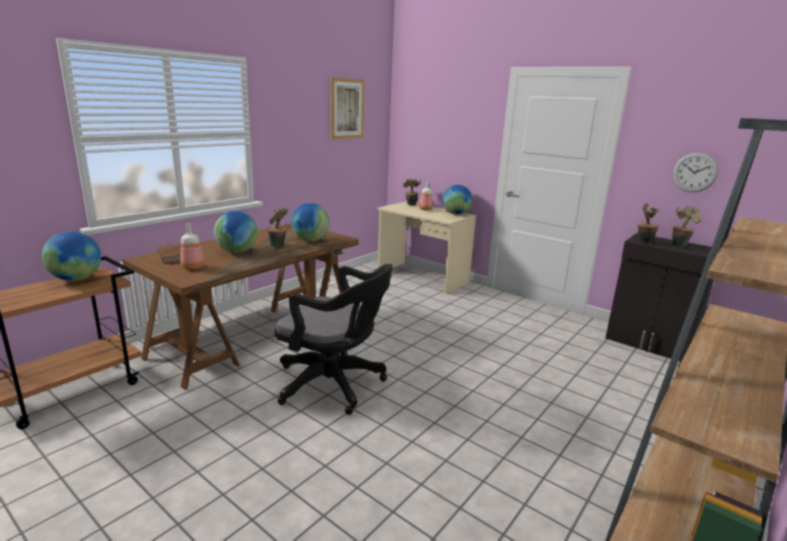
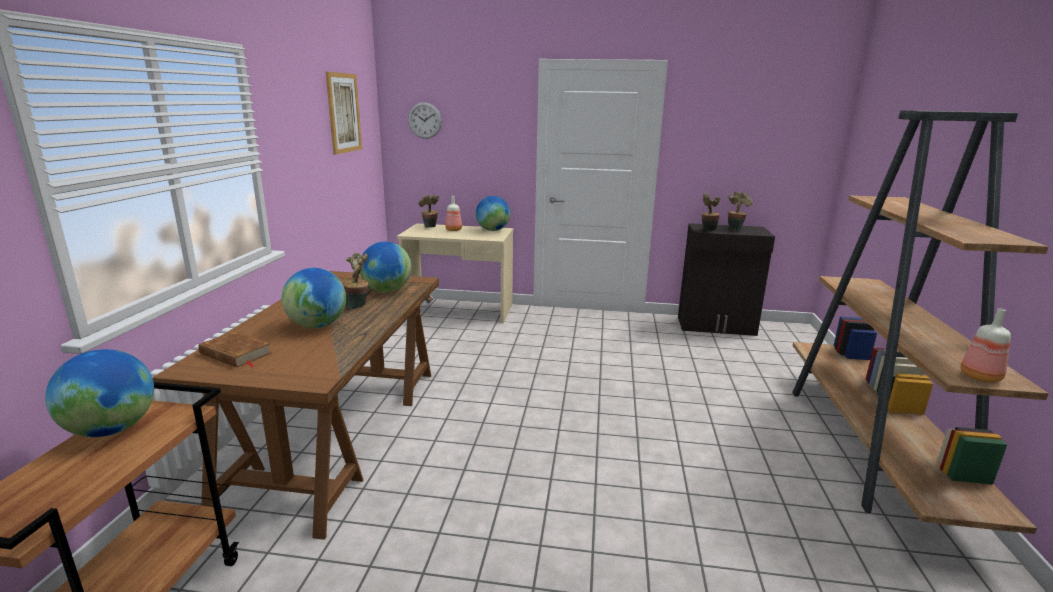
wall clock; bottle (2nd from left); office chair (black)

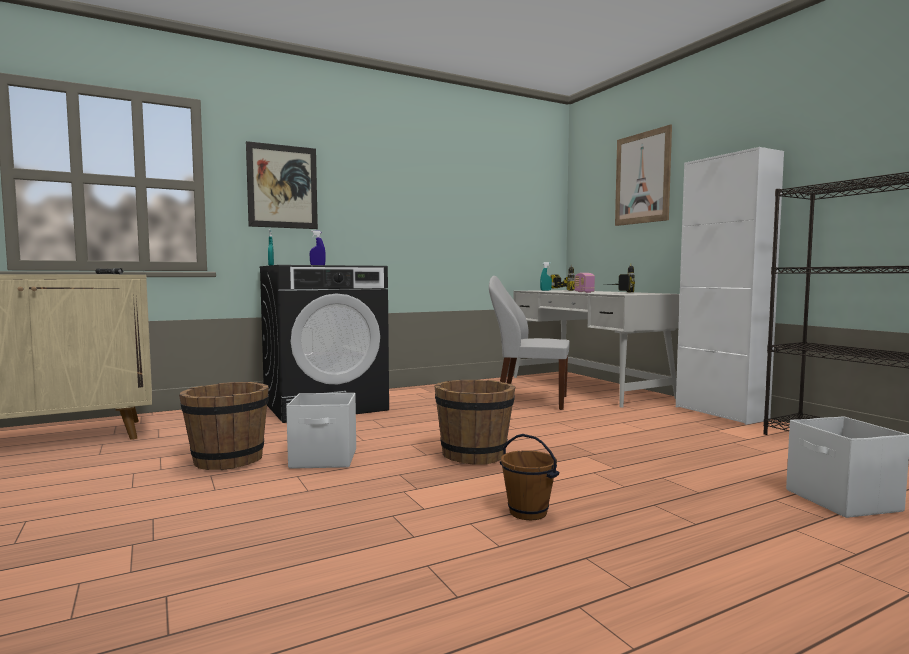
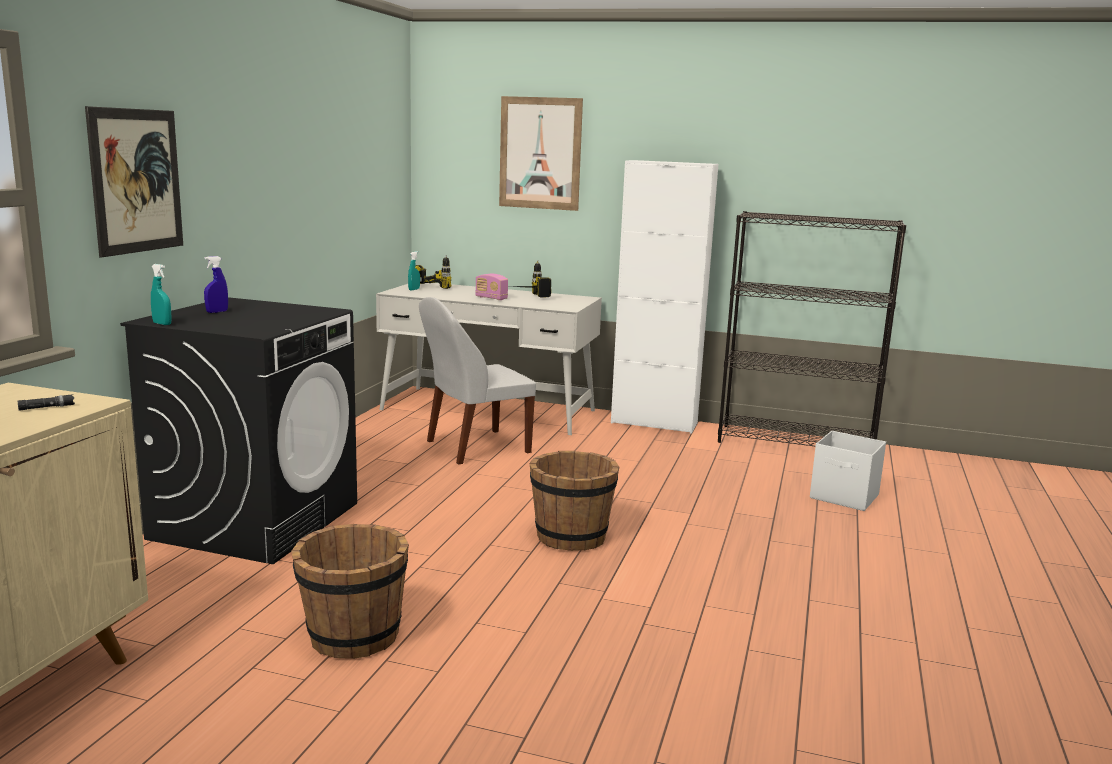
storage box (white) (1st from left in the first image); bucket (brown) (3rd from left in the first image)

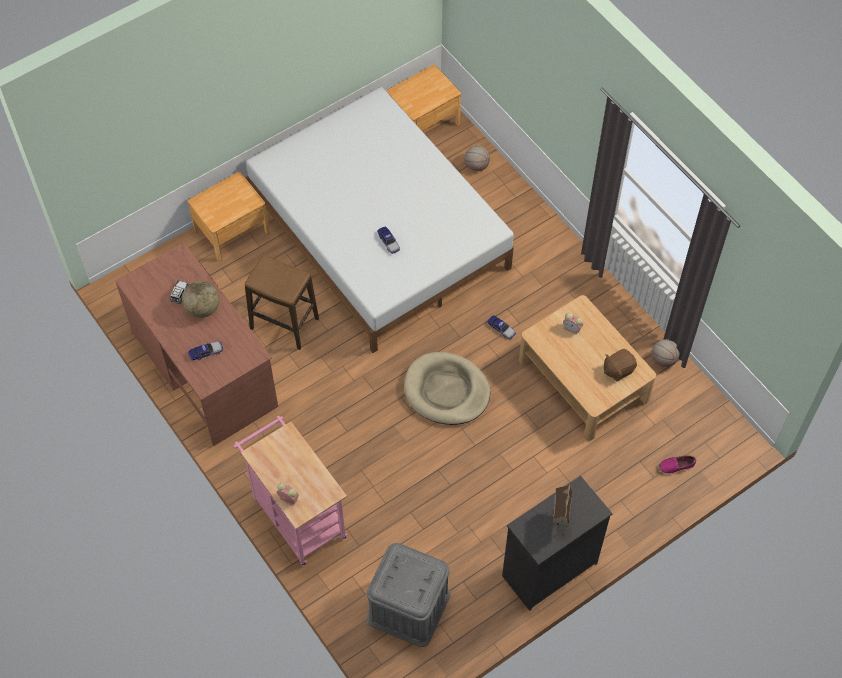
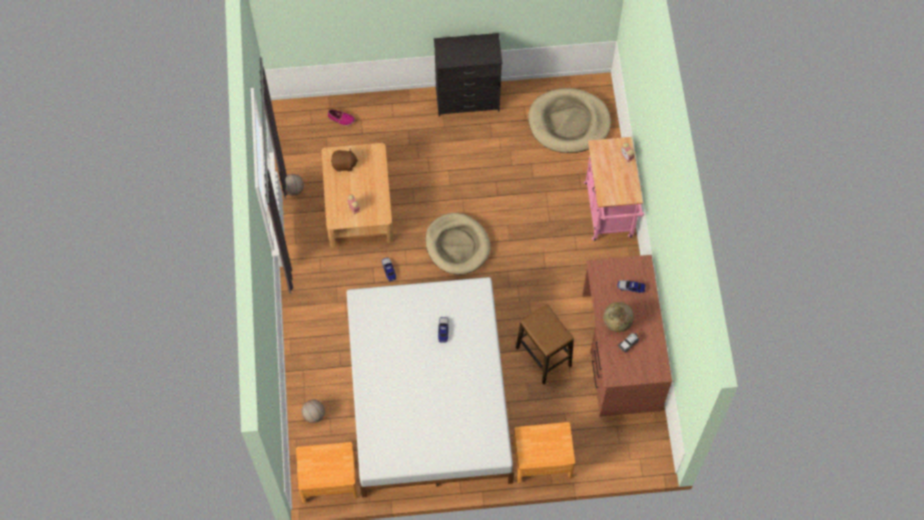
dog bed (beige) (2nd from left); toy house

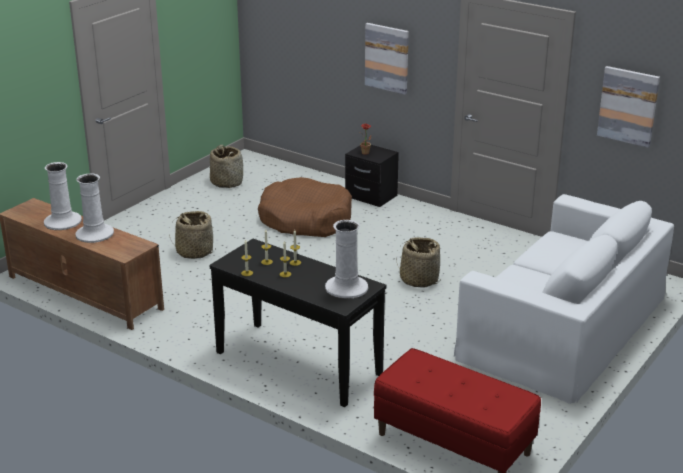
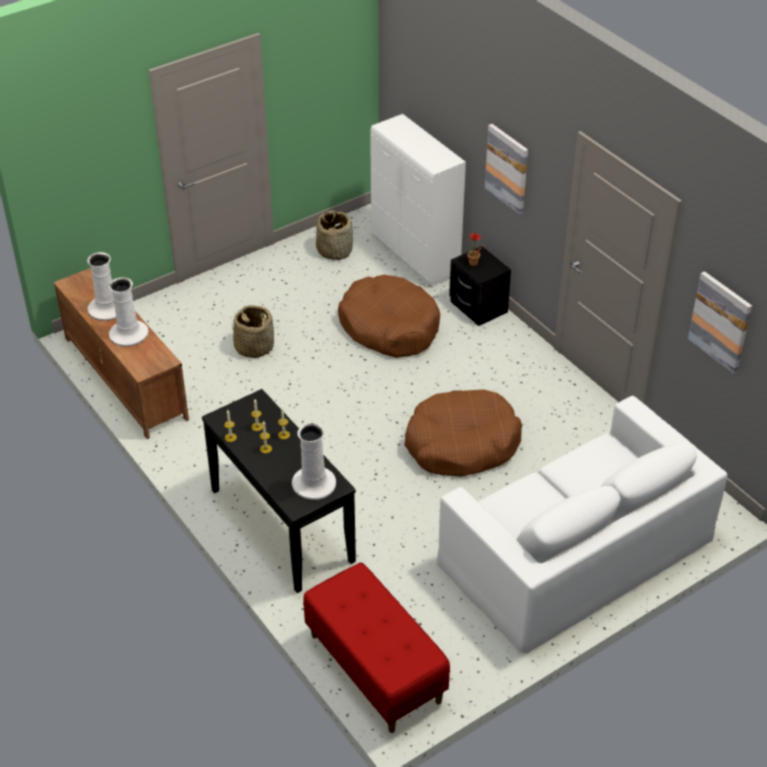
cabinet (white); dog bed (brown) (2nd from left)

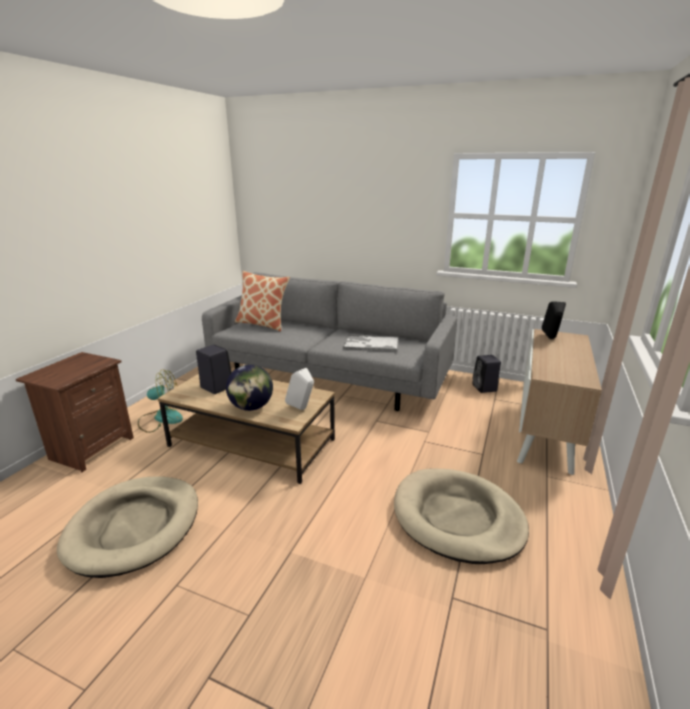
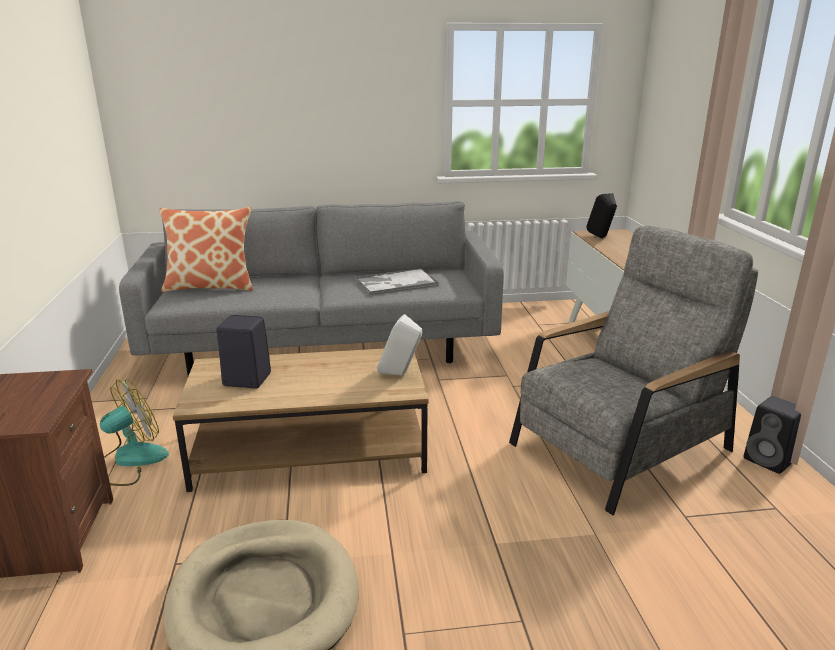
armchair (grey); speaker (black) (3rd from left); globe

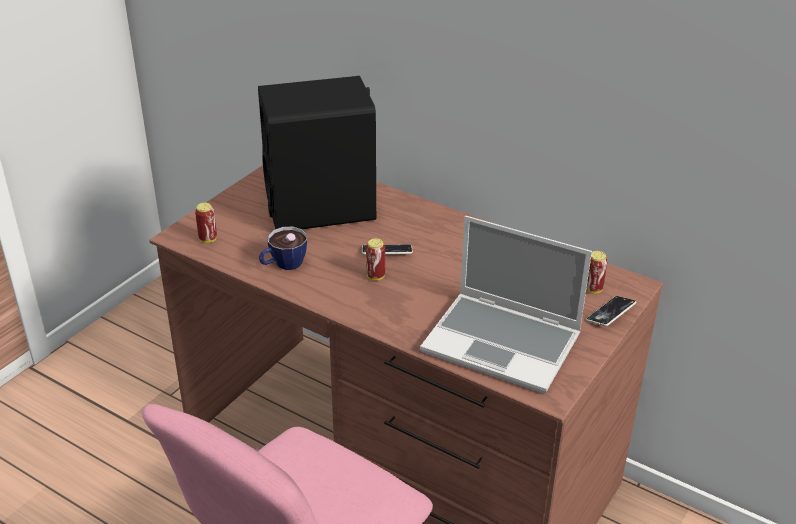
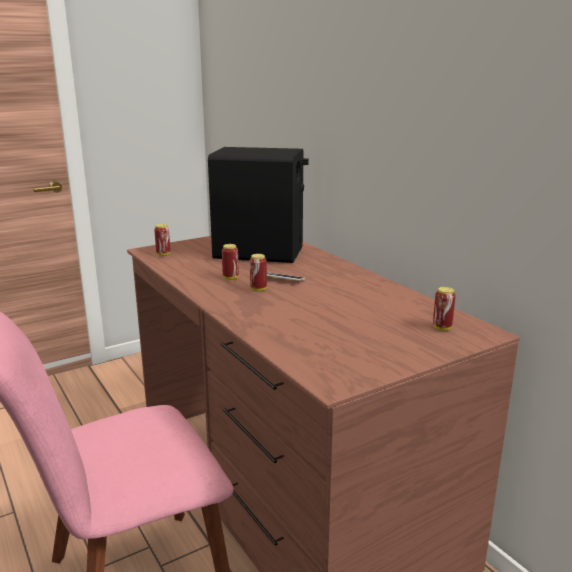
can (2nd from left); cup; laptop; phone (2nd from left in the first image)

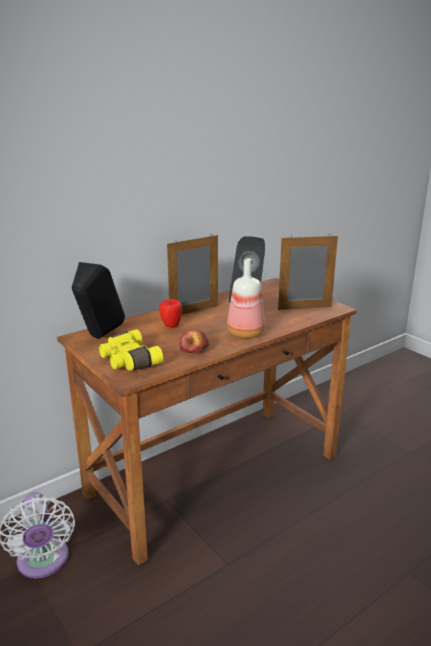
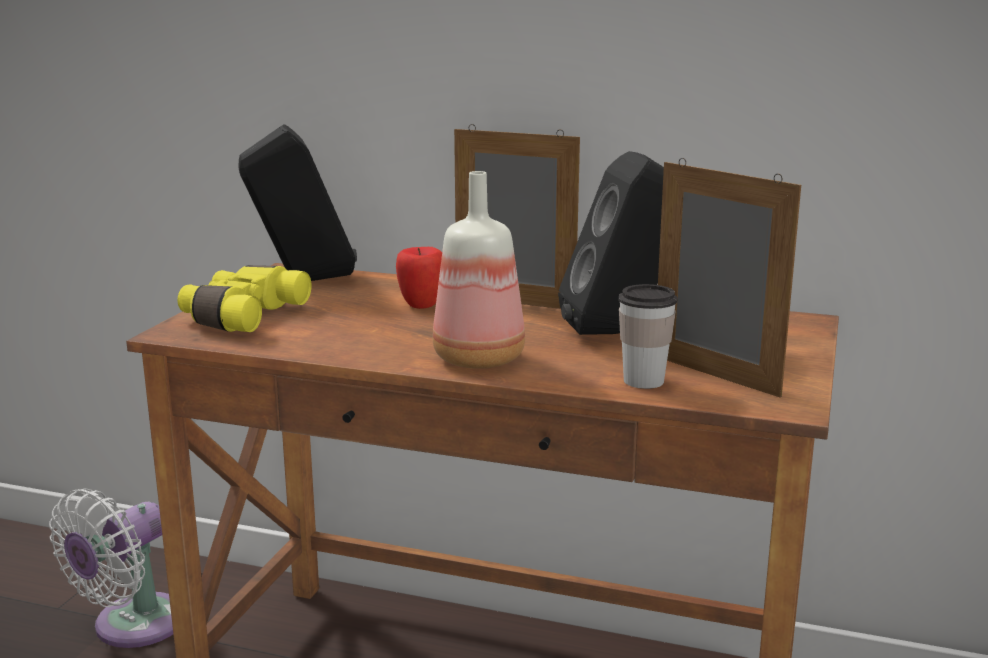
cup; apple (2nd from left in the first image)

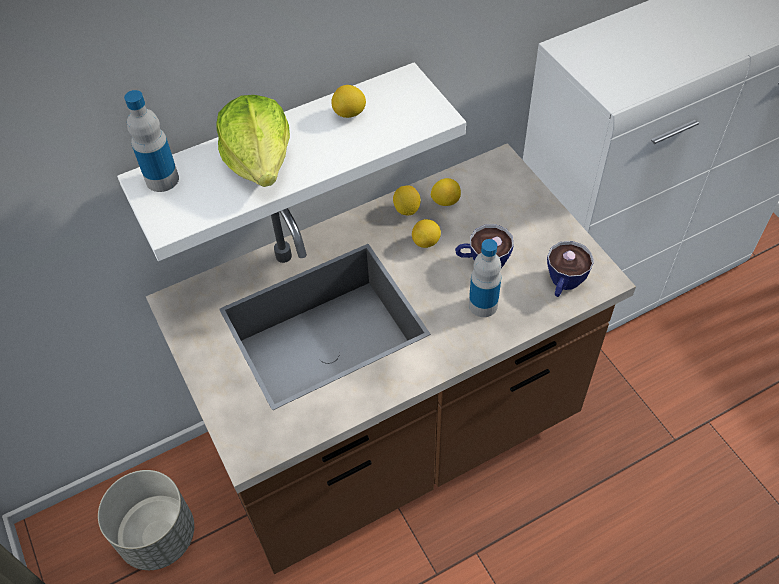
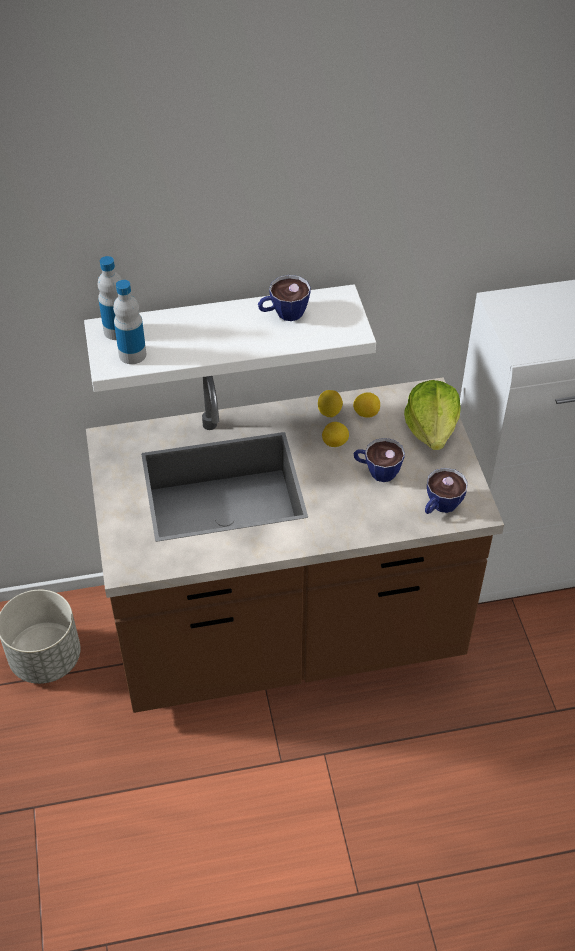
bottle (2nd from left); cup (1st from left); lettuce

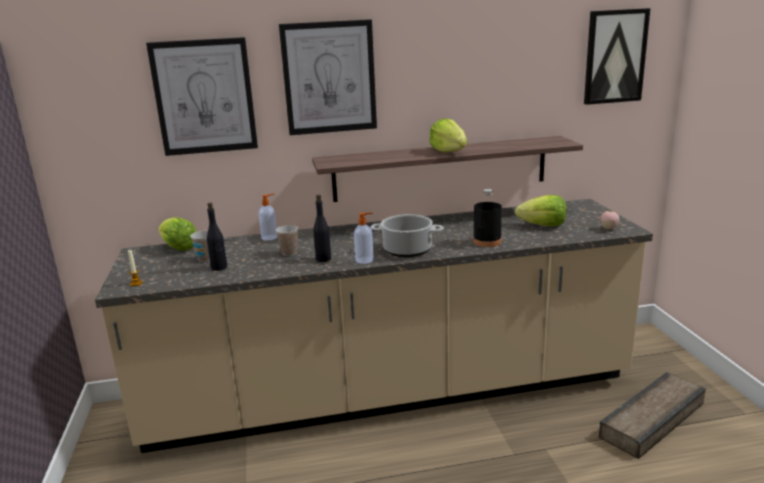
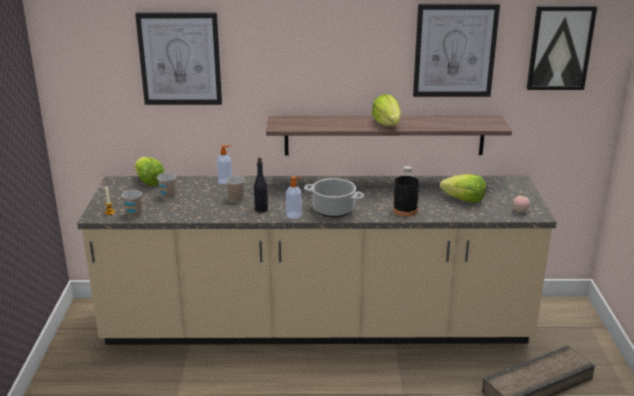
cup (1st from left); picture (2nd from left); bottle (black) (1st from left in the first image)

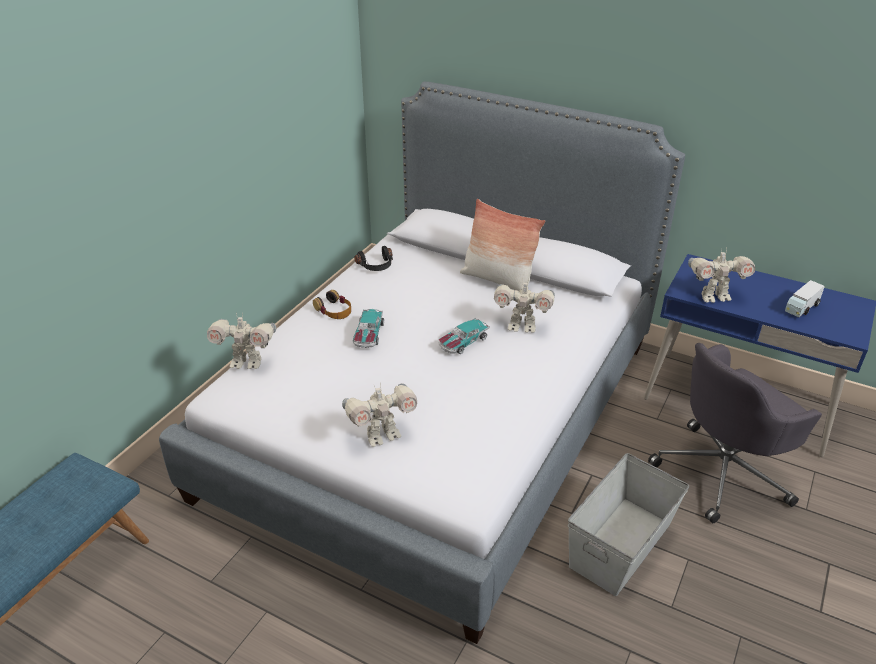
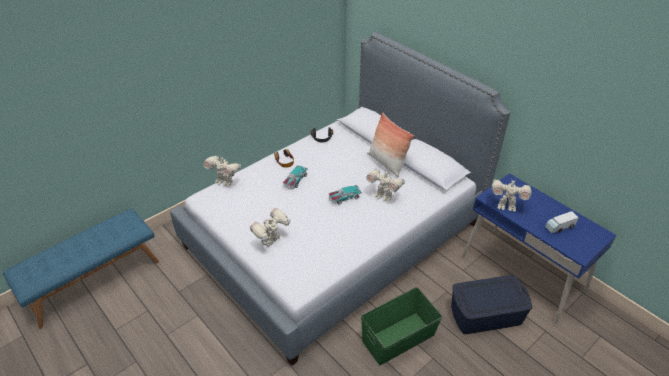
toy robot (2nd from left); storage box (green); storage box (blue)

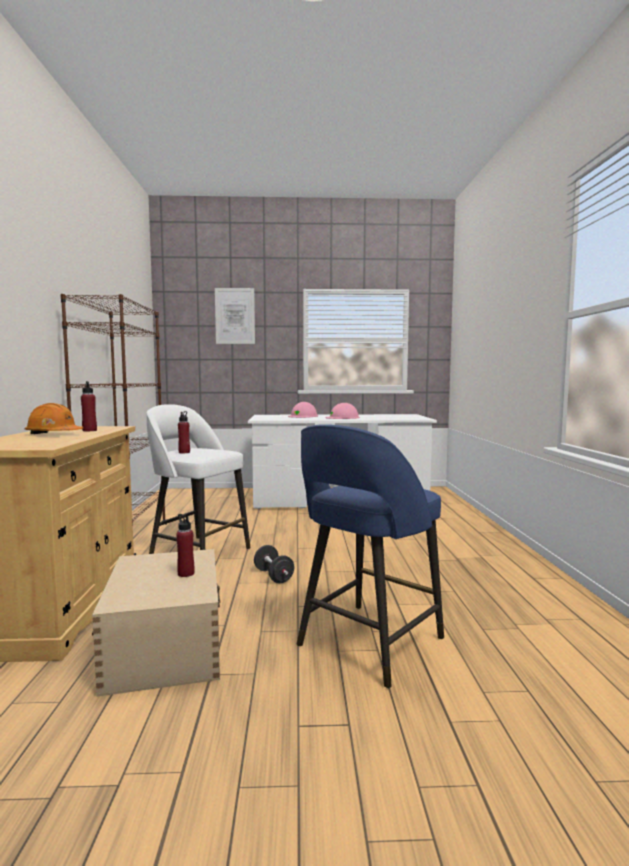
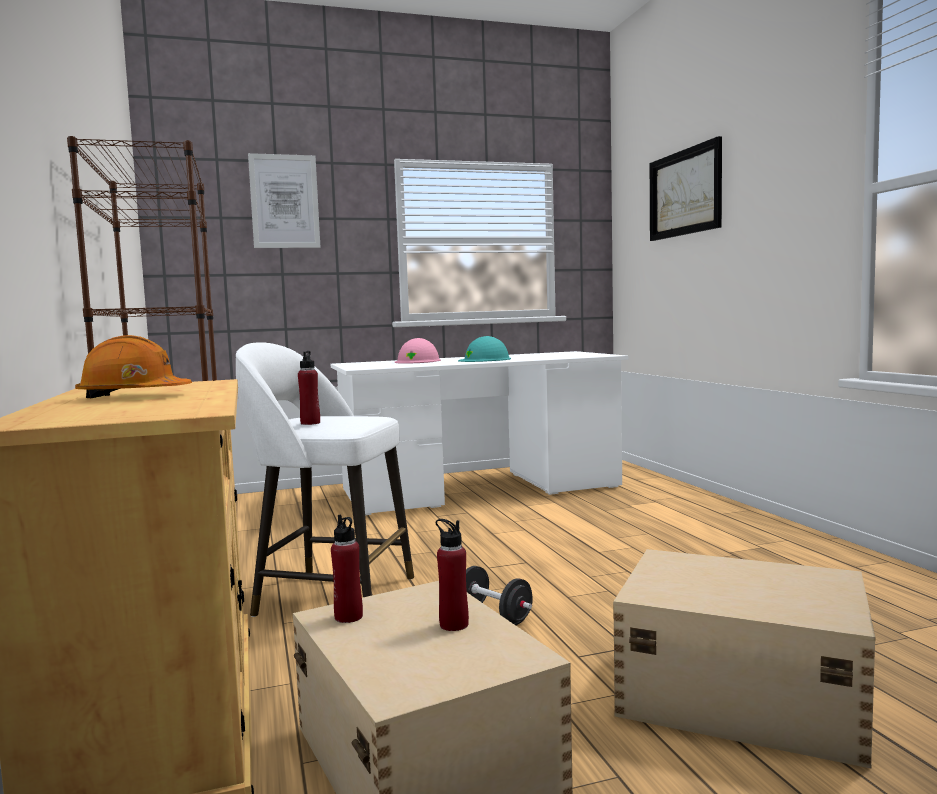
bottle (red) (2nd from left); hard hat (turquoise); storage box (beige) (2nd from left); picture (2nd from left)

